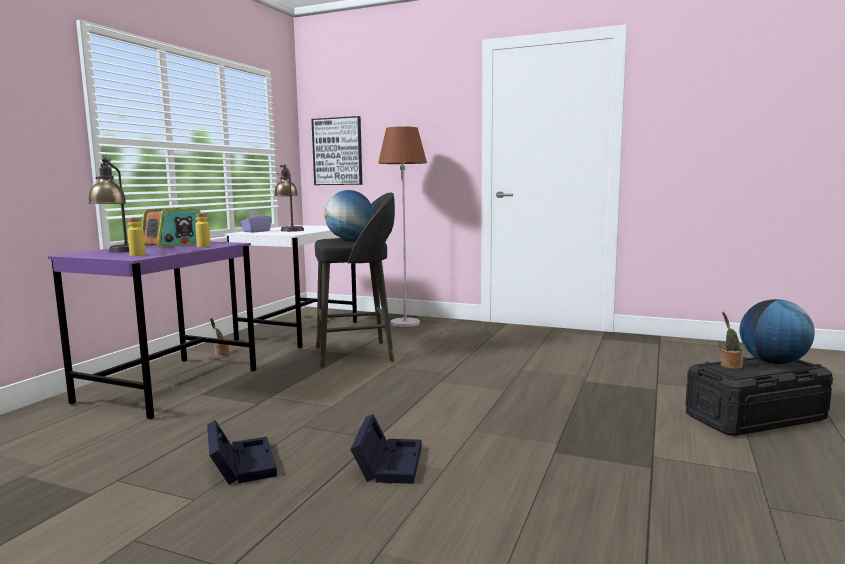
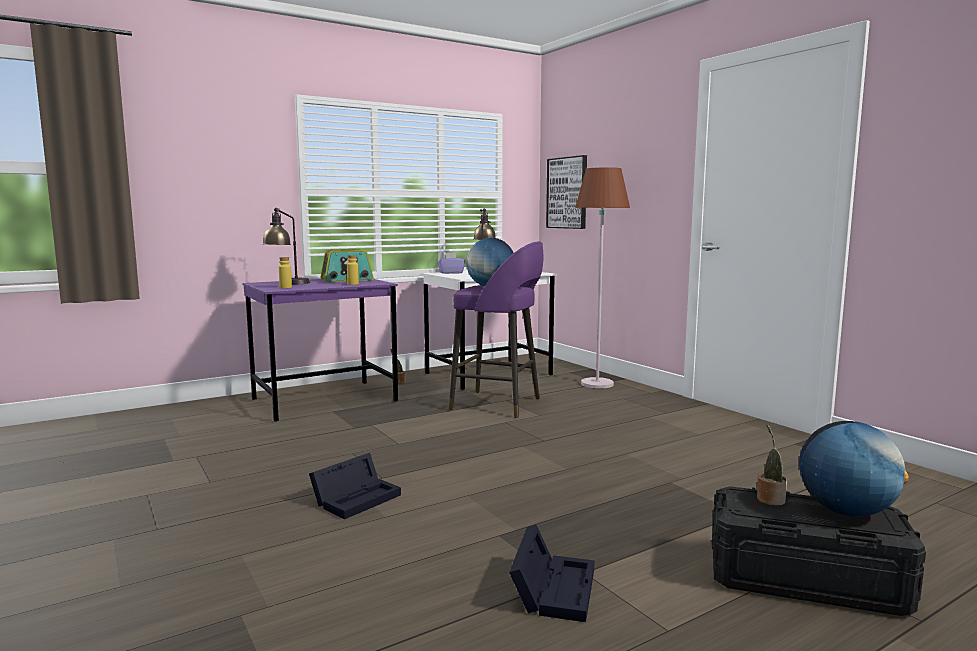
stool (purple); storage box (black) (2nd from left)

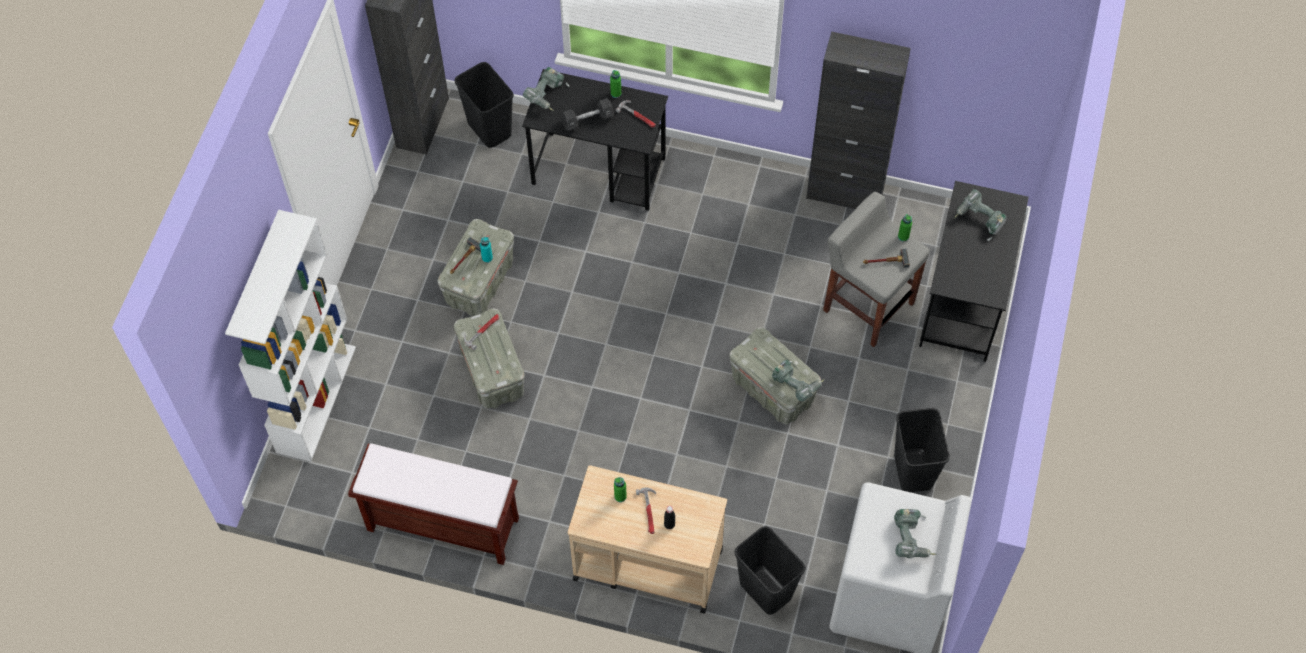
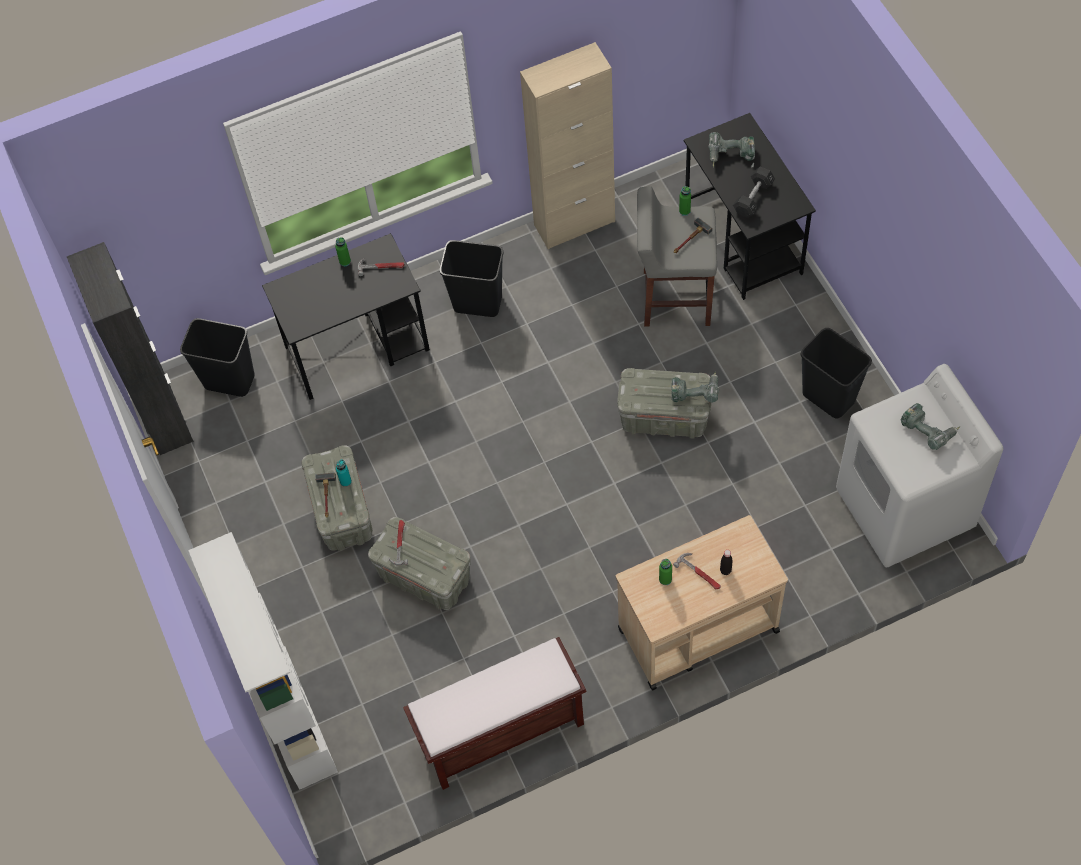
trash can (black) (2nd from left); cabinet (beige); dumbbell (black); power drill (1st from left in the first image)

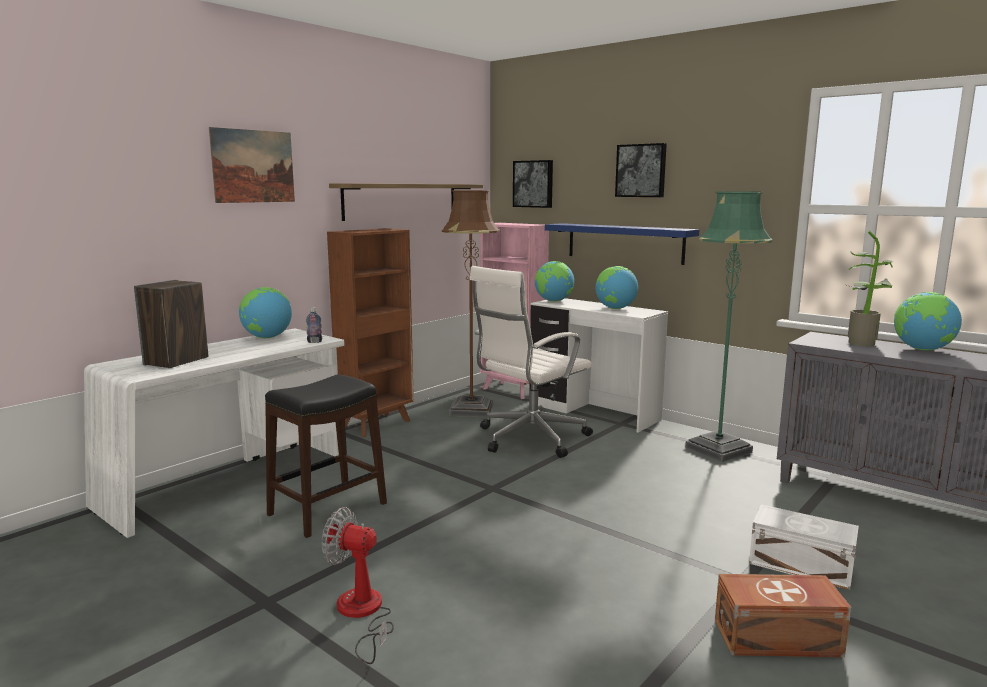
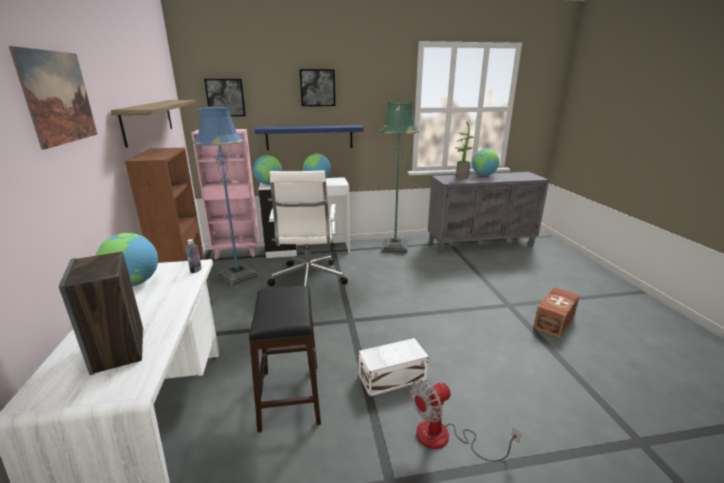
floor lamp (blue); storage box (white)

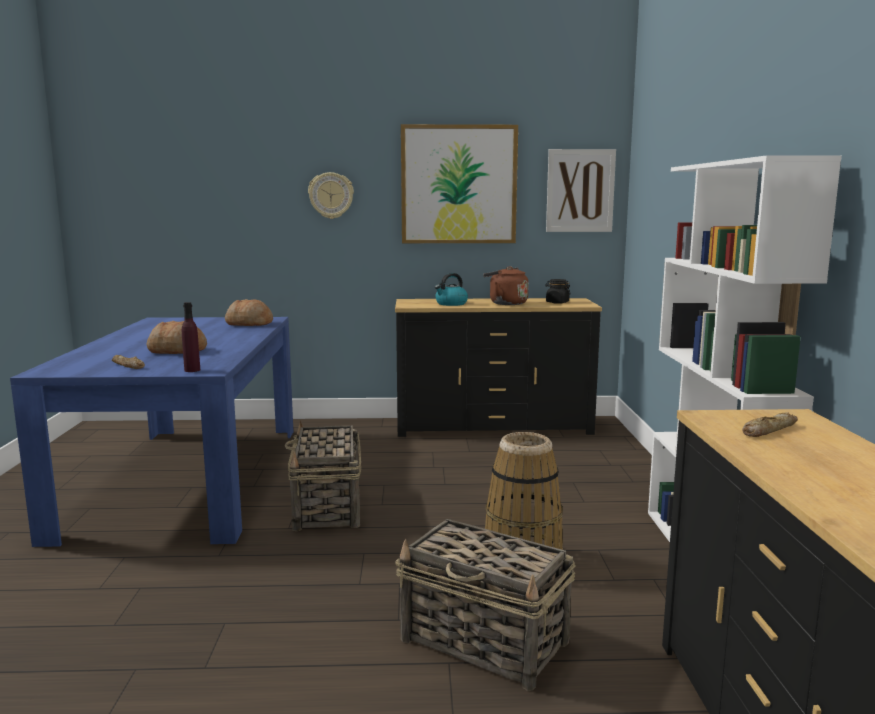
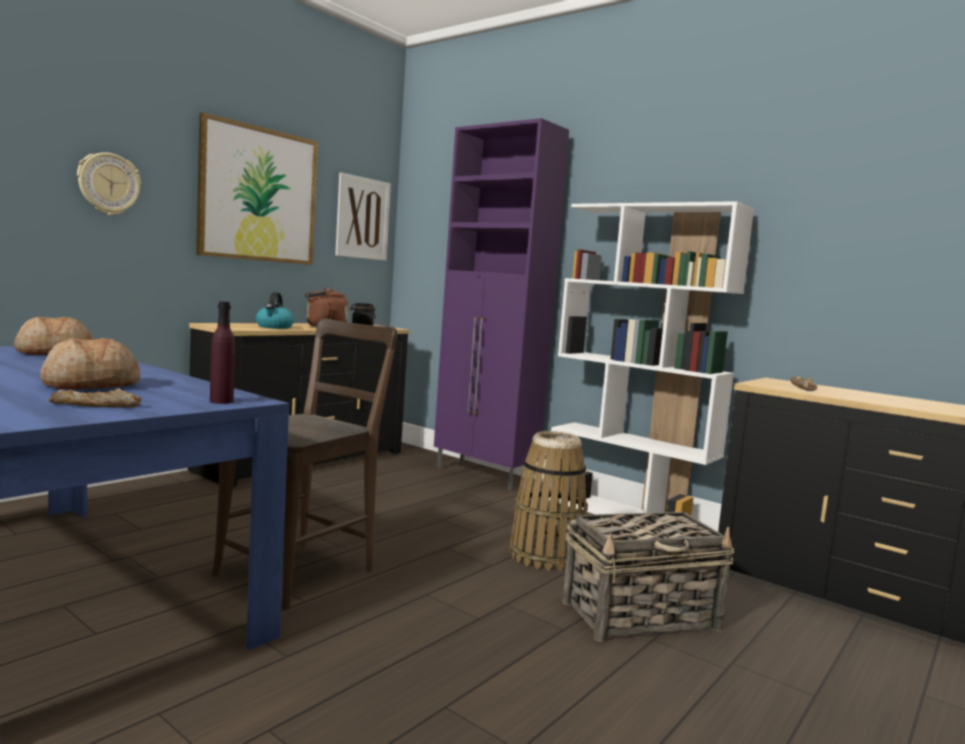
chair (brown); cabinet (purple)

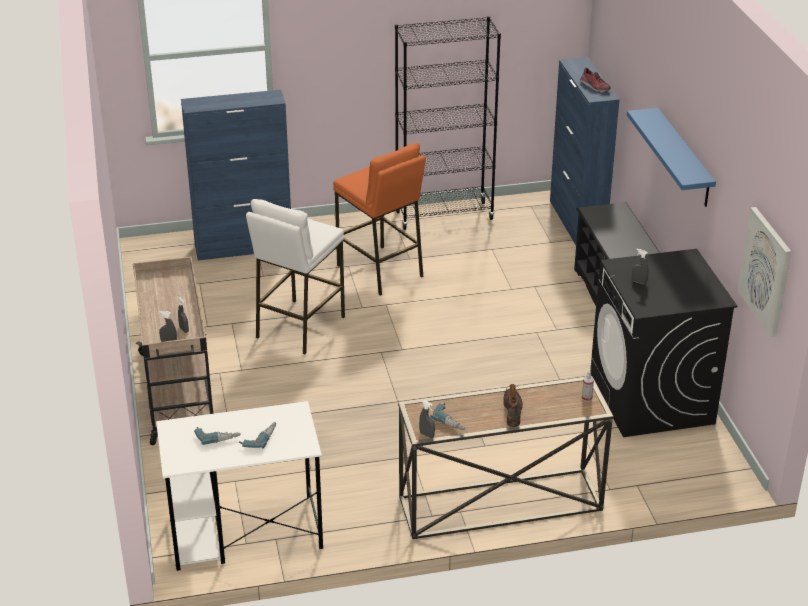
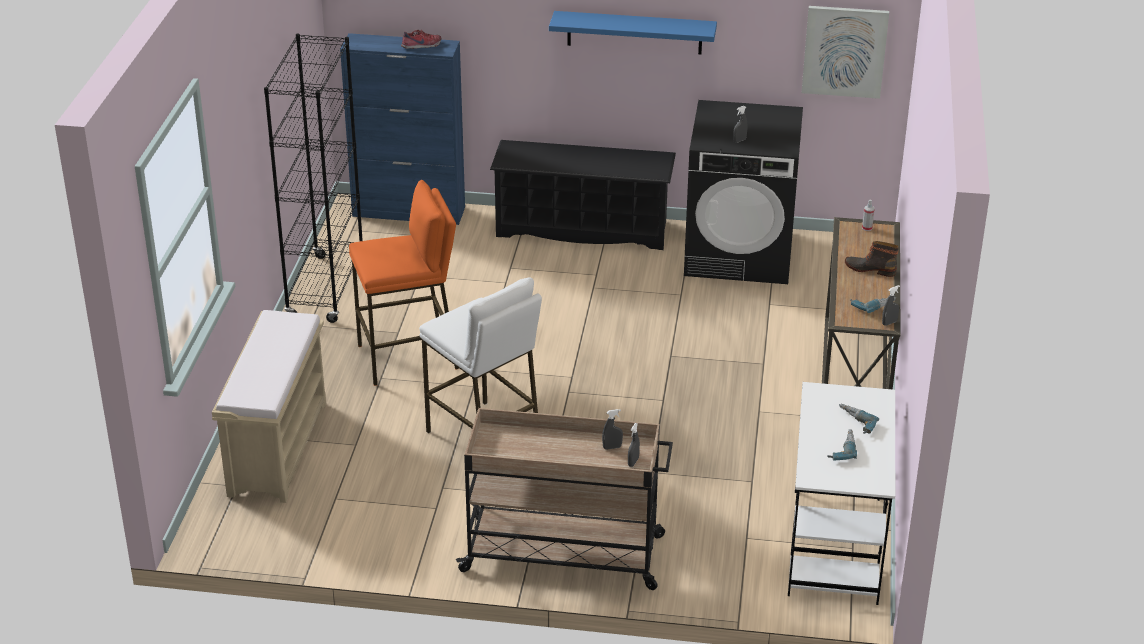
bench (beige)

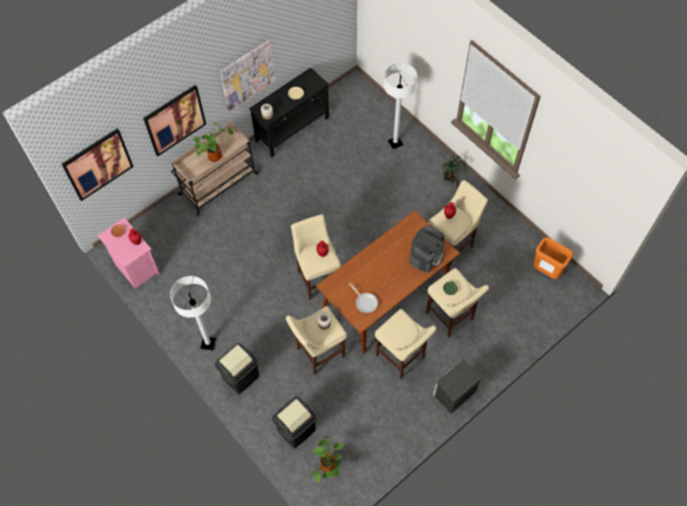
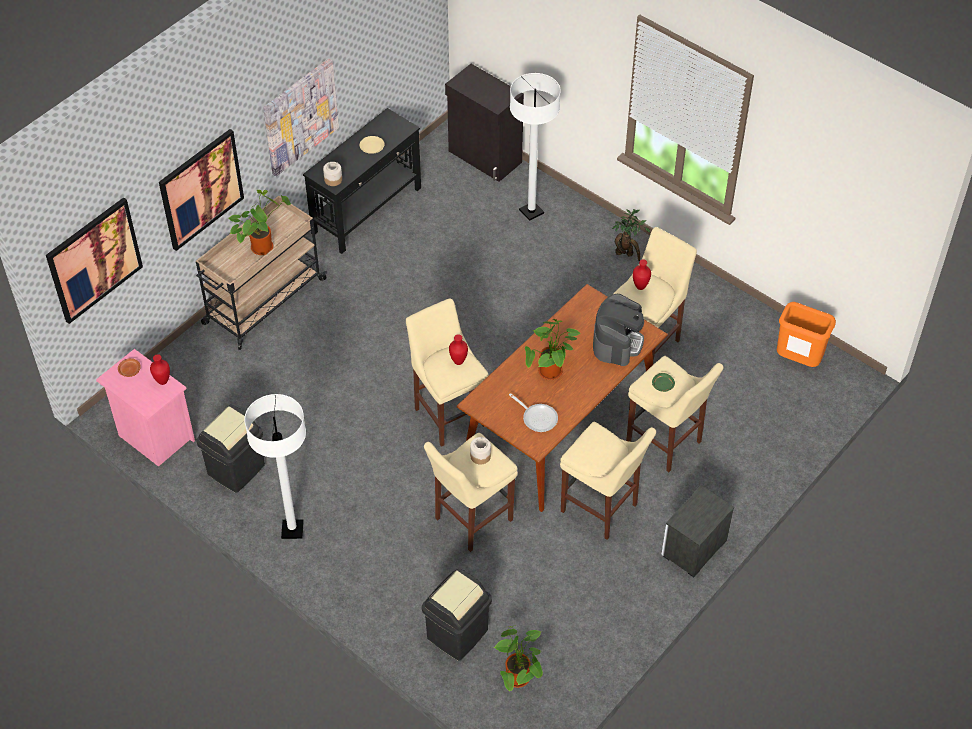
trash can (black) (1st from left); cabinet (black); potted plant (3rd from left)

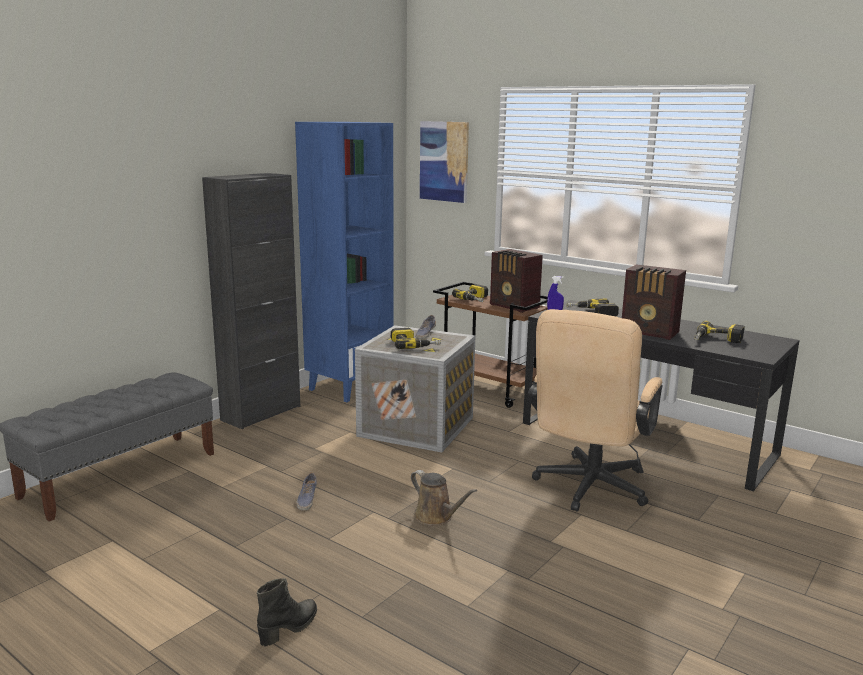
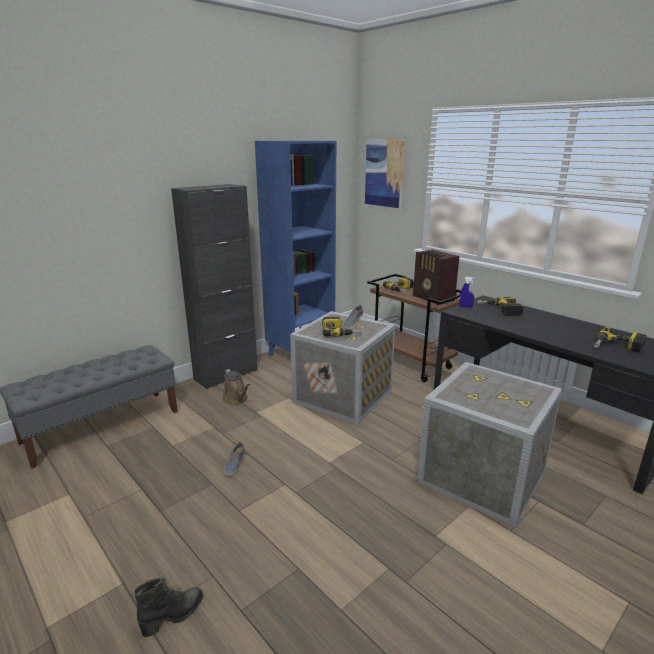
watering can (brown); crate (2nd from left); radio (2nd from left in the first image)

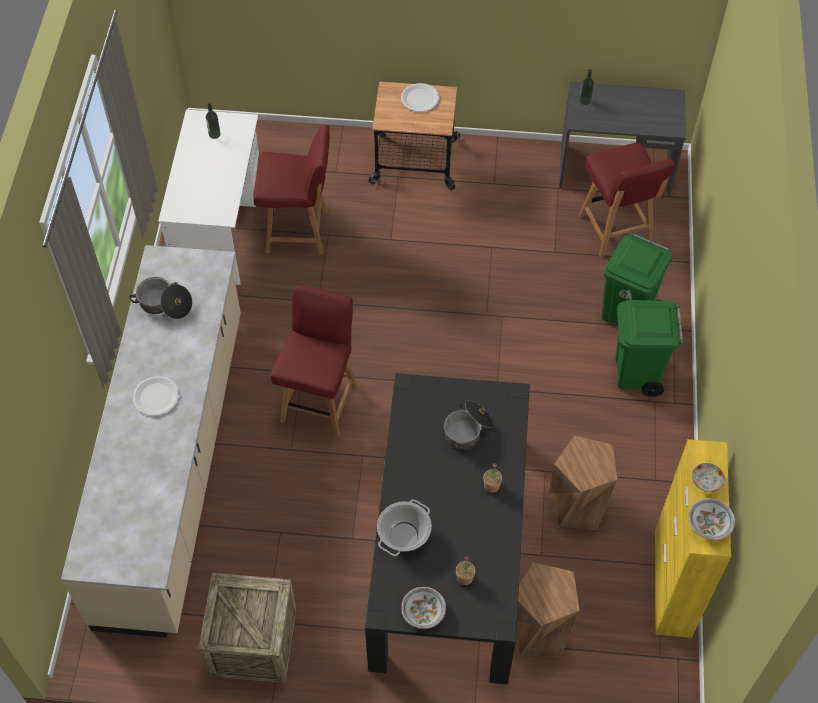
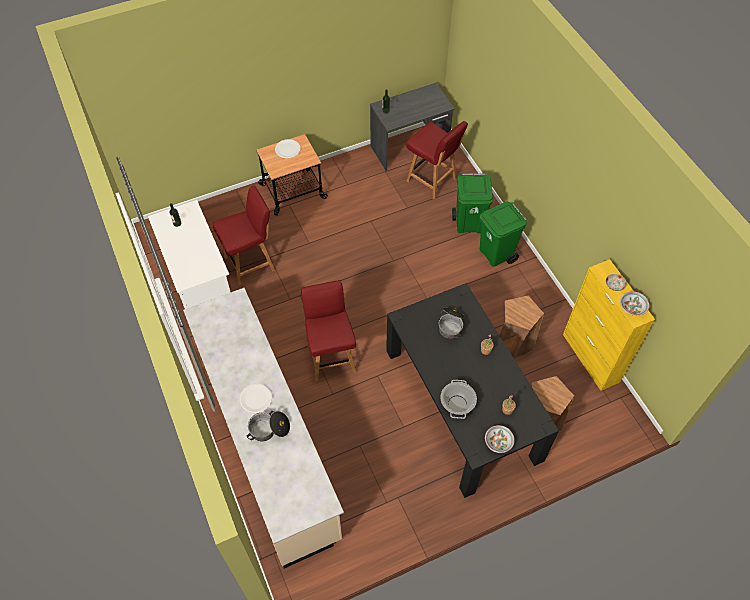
cooking pot (1st from left); crate

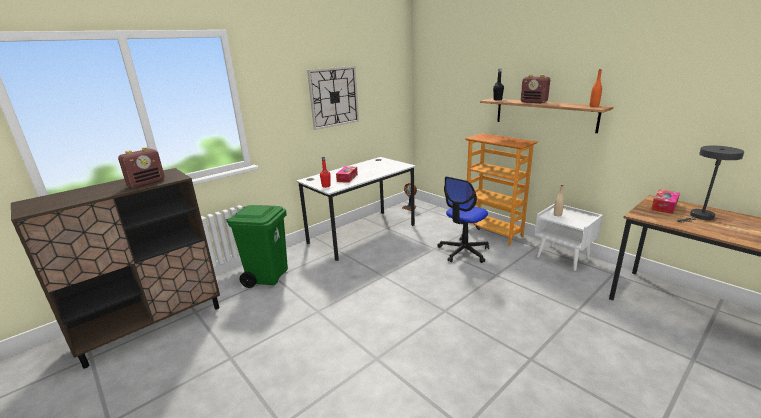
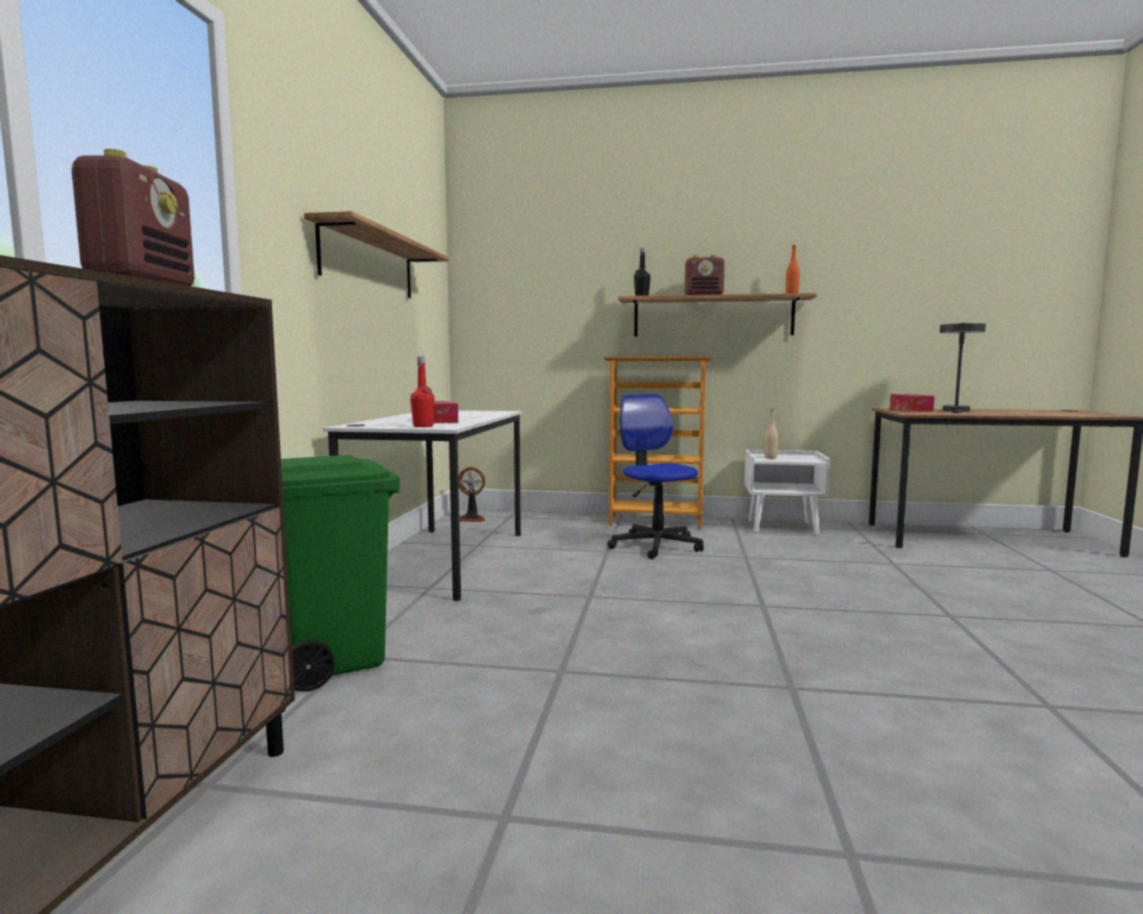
shelf (1st from left); office chair

